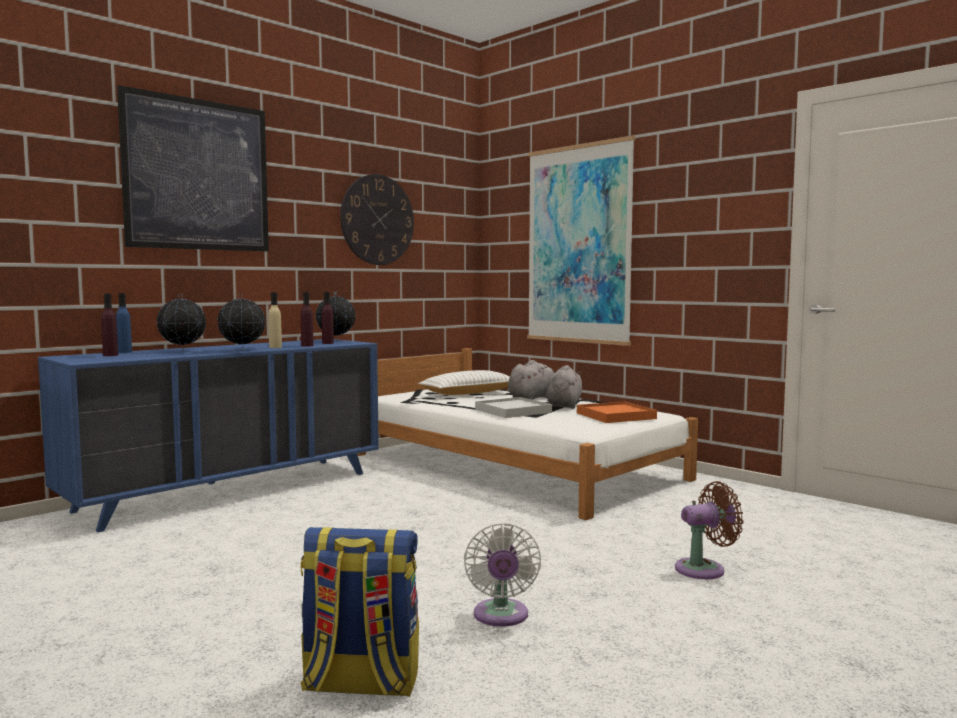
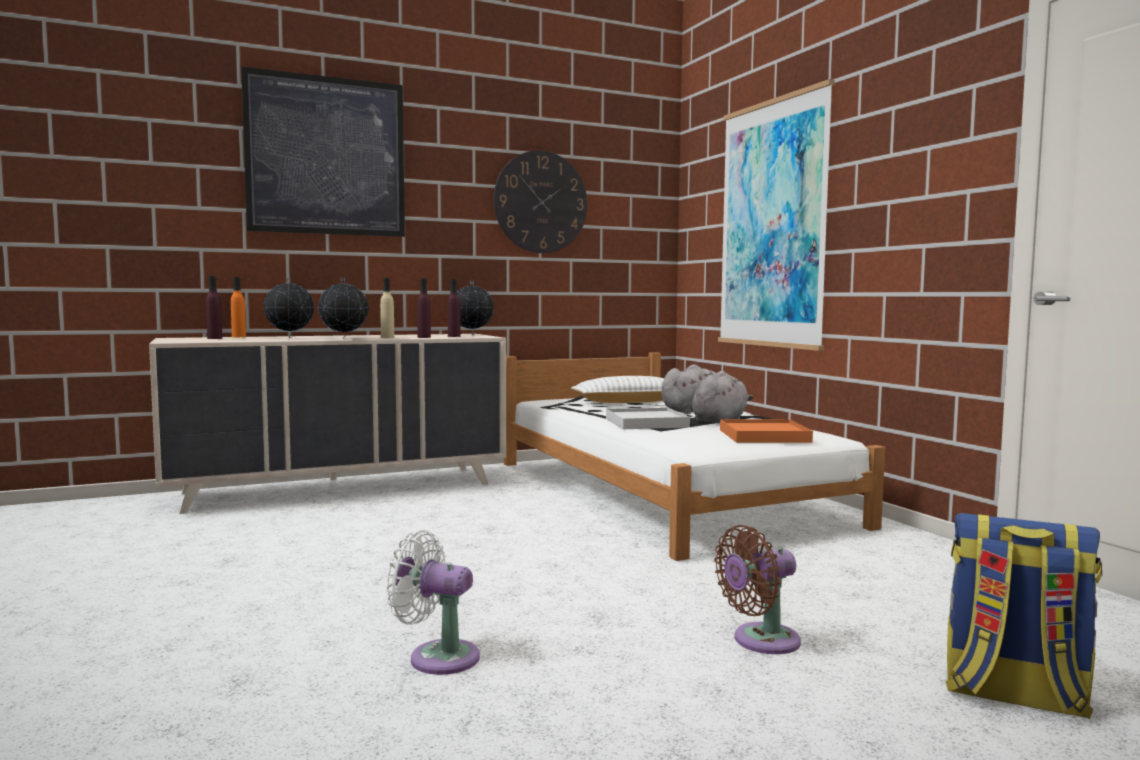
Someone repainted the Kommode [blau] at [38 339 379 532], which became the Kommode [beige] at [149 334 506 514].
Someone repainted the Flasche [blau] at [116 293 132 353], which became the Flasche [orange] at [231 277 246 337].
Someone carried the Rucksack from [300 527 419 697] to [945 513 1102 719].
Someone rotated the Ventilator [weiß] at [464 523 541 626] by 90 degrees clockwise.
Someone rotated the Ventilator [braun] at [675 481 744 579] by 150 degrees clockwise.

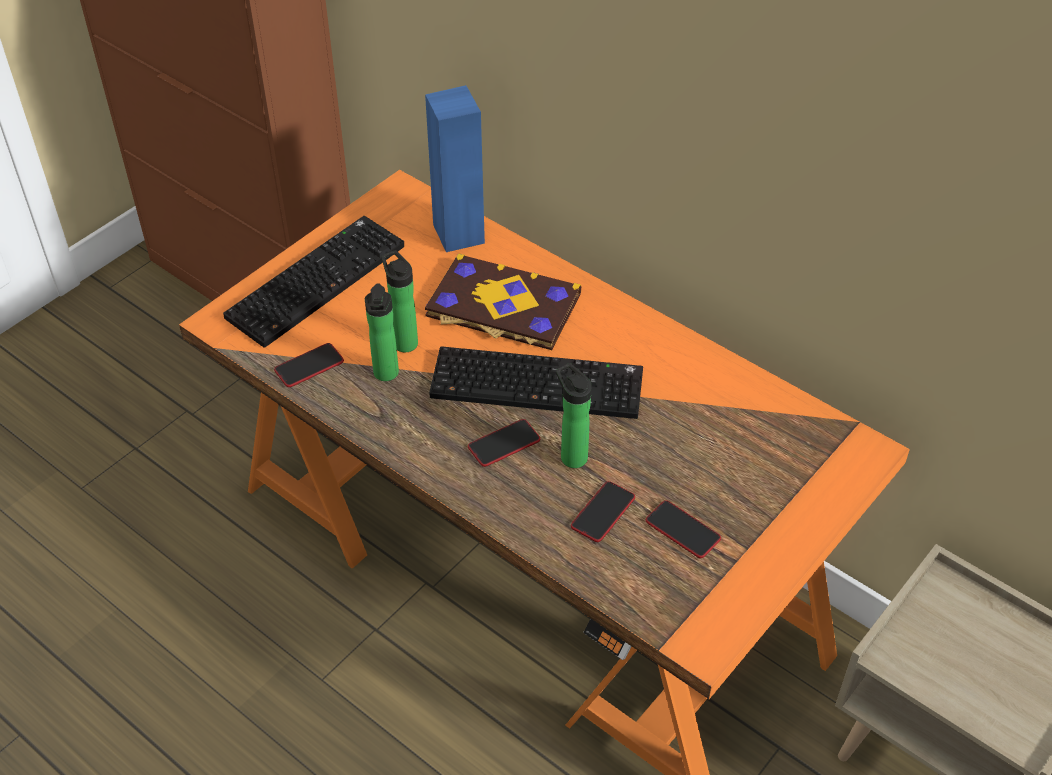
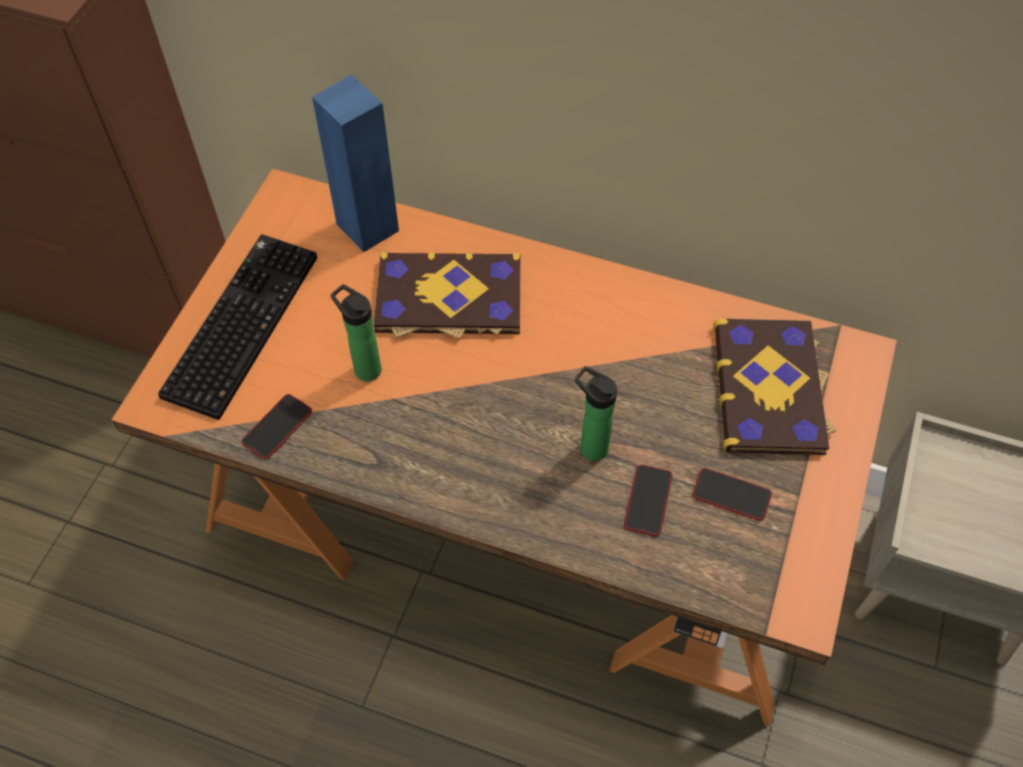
Someone took away the Flasche at [365 283 399 381].
Someone took away the Tastatur at [429 346 643 419].
Someone took away the Handy at [468 419 540 467].
Someone put down the Buch at [713 319 836 455].

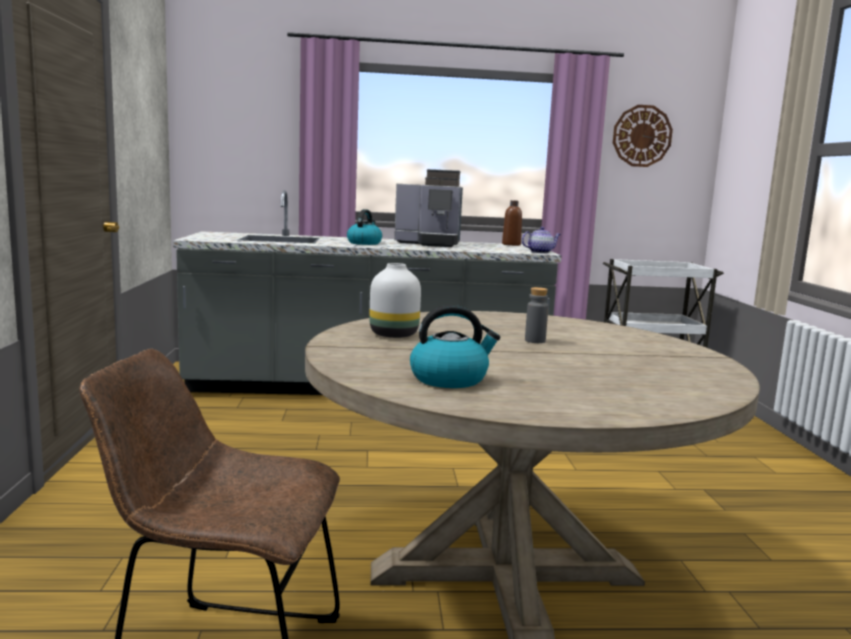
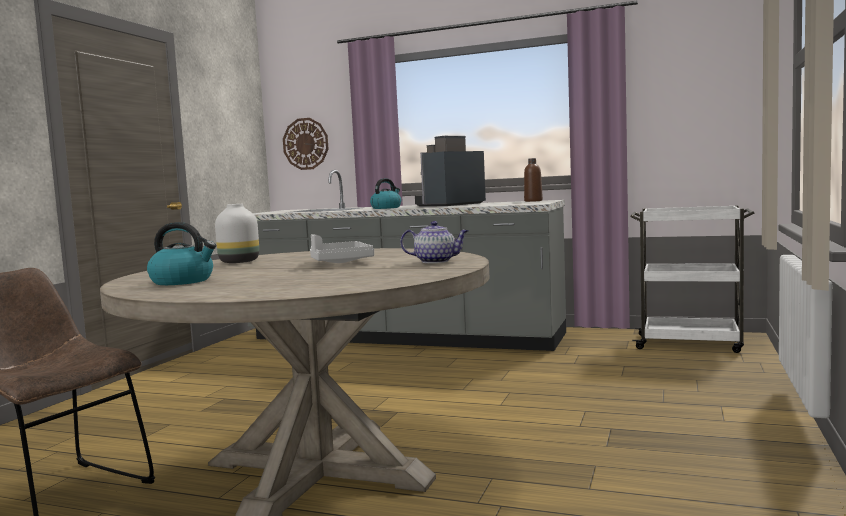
Someone rotated the Kaffeemaschine at [394 169 463 247] by 105 degrees clockwise.
Someone carried the Teekanne from [522 227 561 253] to [400 221 468 263].
Someone swapped the Flasche [grau] at [525 287 548 343] for the Tablett [grau] at [310 234 374 263].
Someone carried the Wanduhr from [613 105 673 167] to [283 118 329 170].

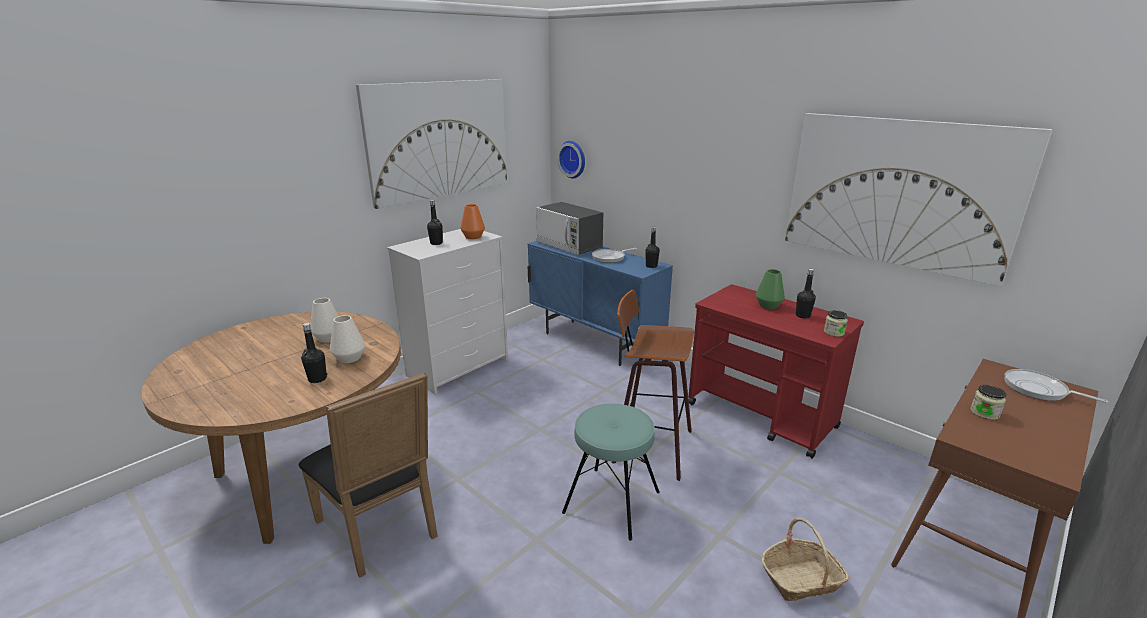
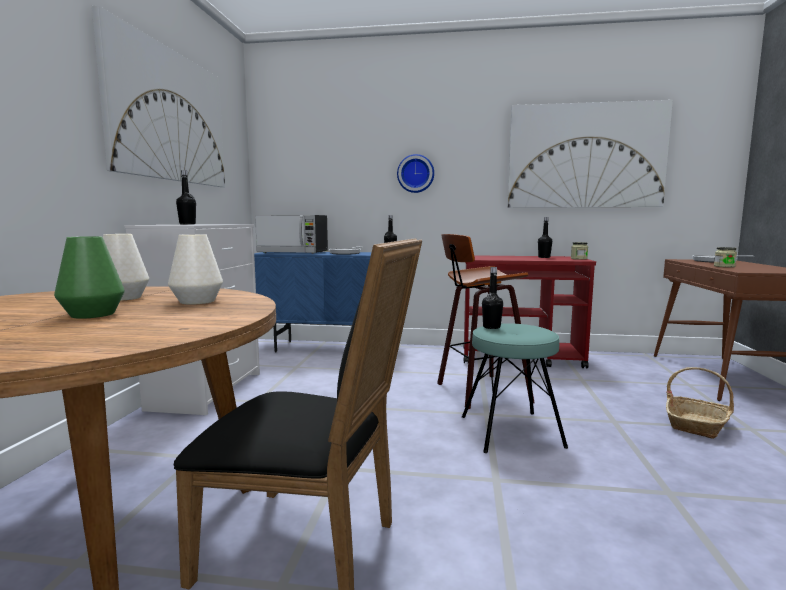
Someone carried the Flasche [schwarz] from [301 323 327 383] to [482 267 503 329].
Someone took away the Vase [orange] at [460 204 485 239].
Someone carried the Wanduhr from [557 141 585 178] to [397 154 434 193].
Someone carried the Vase [grün] from [756 269 785 309] to [54 236 125 319].

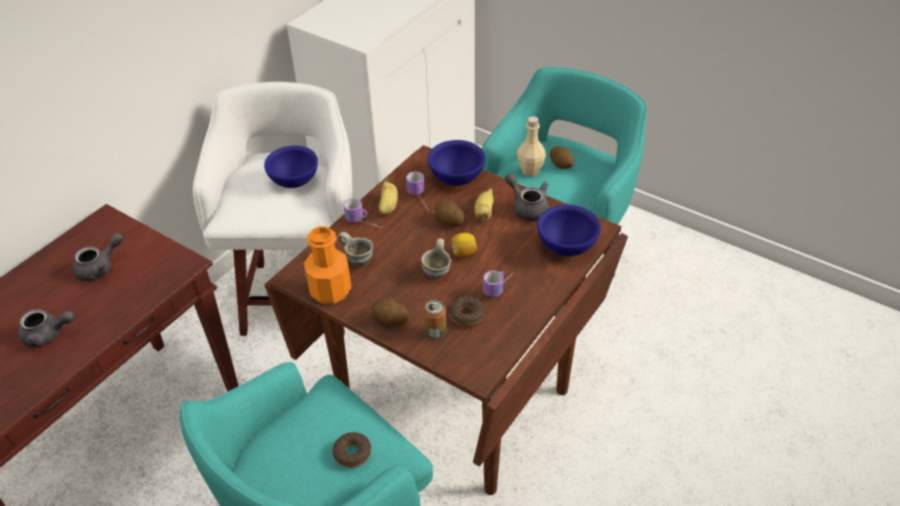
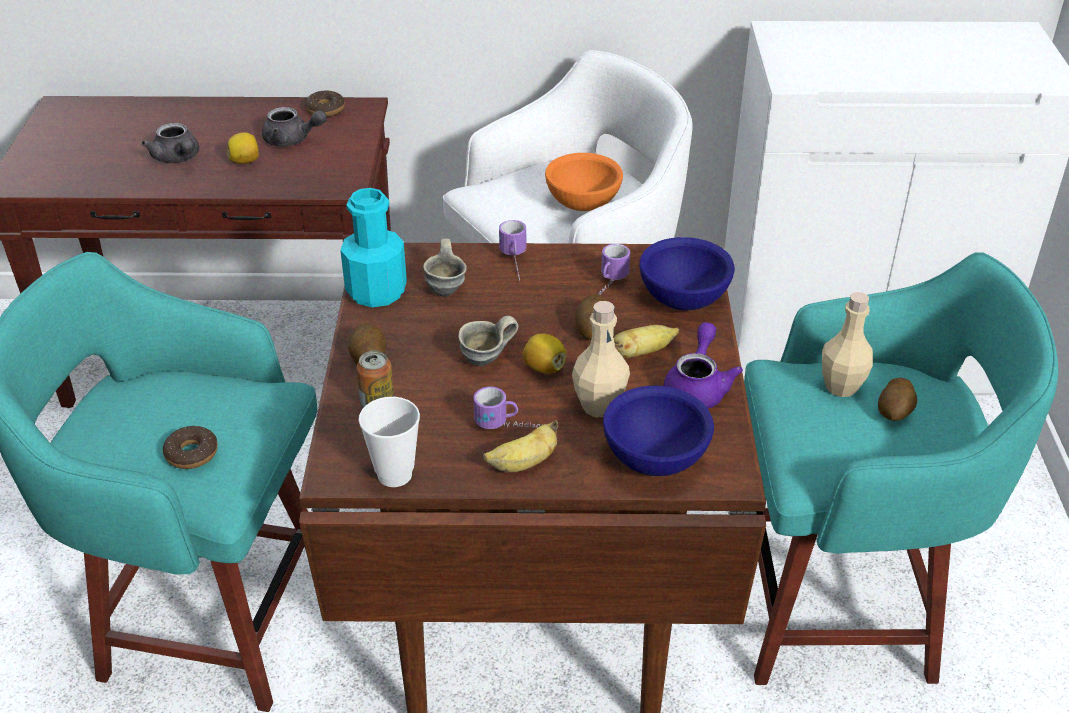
Someone repainted the Schüssel [blau] at [264 146 318 188], which became the Schüssel [orange] at [545 153 623 211].
Someone repainted the Flasche [orange] at [304 226 352 304], which became the Flasche [türkis] at [340 188 407 307].
Someone carried the Banane from [379 178 398 215] to [483 420 558 472].
Someone carried the Donut from [449 296 485 327] to [305 91 345 117].
Someone repainted the Teekanne [grau] at [505 173 549 221], which became the Teekanne [lila] at [664 322 743 409].
Someone put down the Zitrone at [227 132 259 164].
Someone put down the Tasse at [359 397 420 487].
Someone put down the Flasche [beige] at [572 301 630 417].

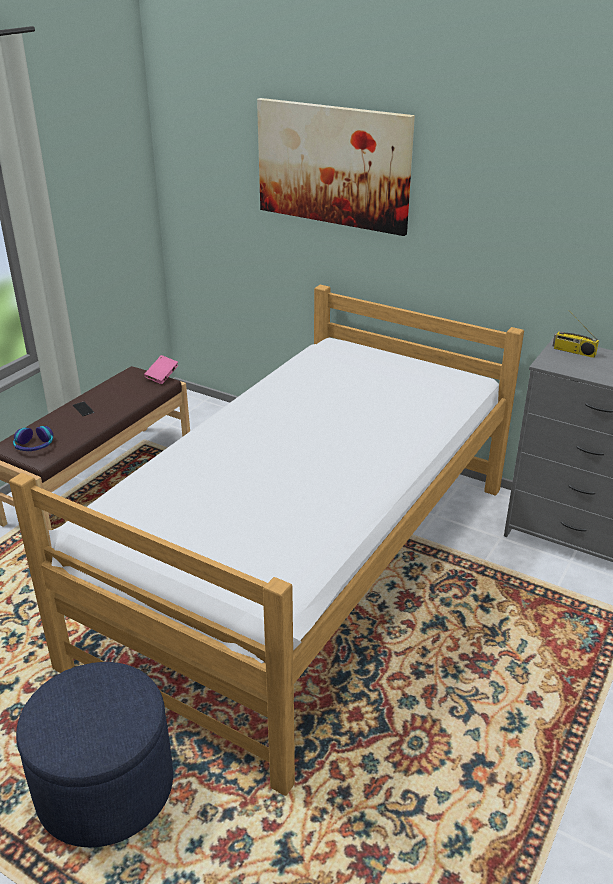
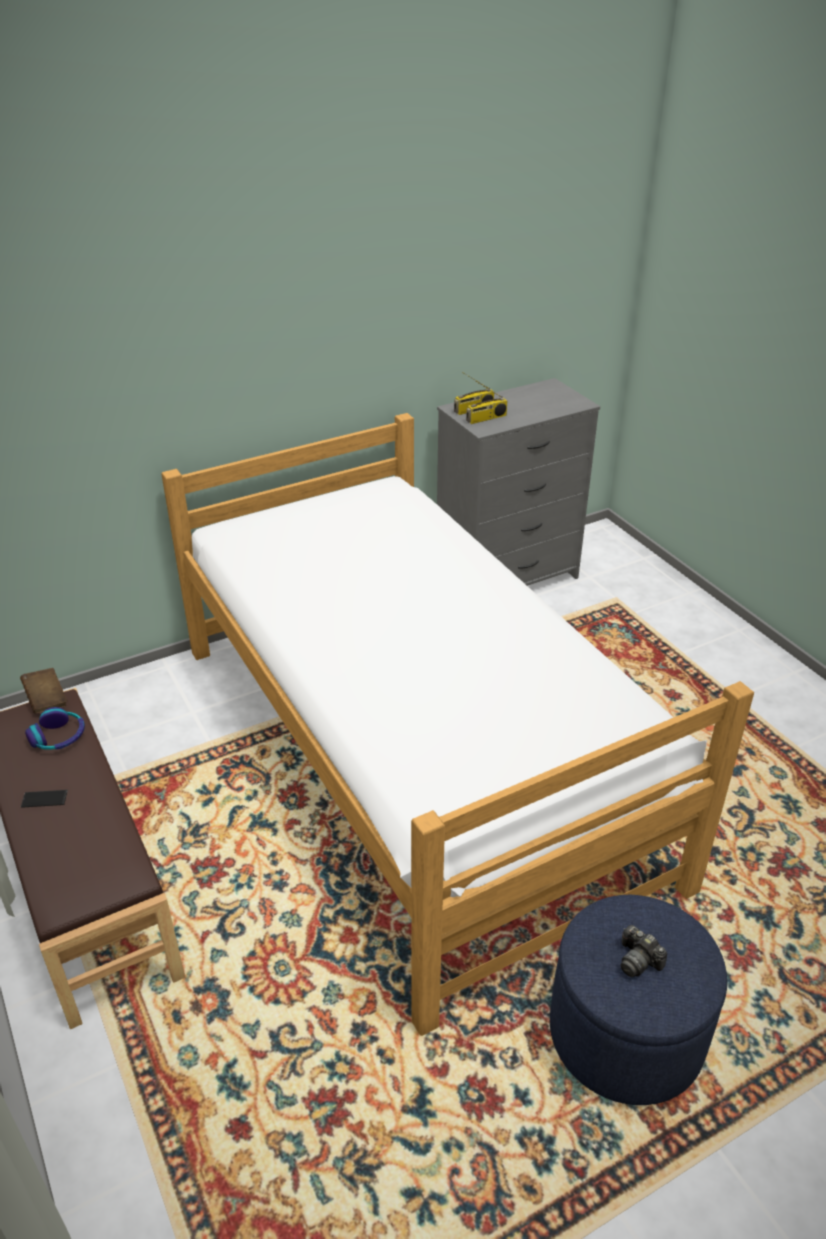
Someone carried the Kopfhörer from [13 426 53 451] to [25 707 85 750].
Someone repainted the Buch [rosa] at [144 355 178 384], which became the Buch [braun] at [20 668 67 714].
Someone took away the Bild at [257 98 415 236].
Someone put down the Radio at [466 381 507 424].
Someone put down the Kamera at [620 925 667 977].

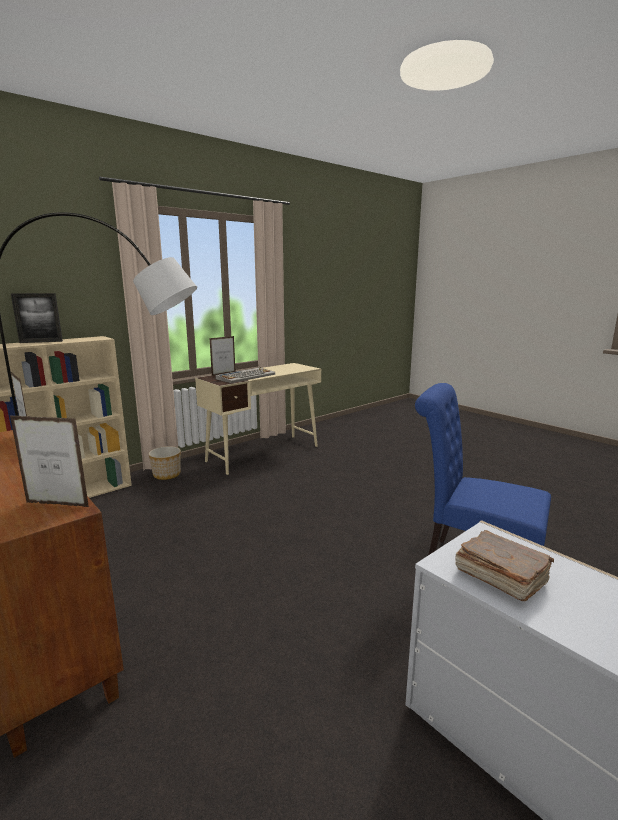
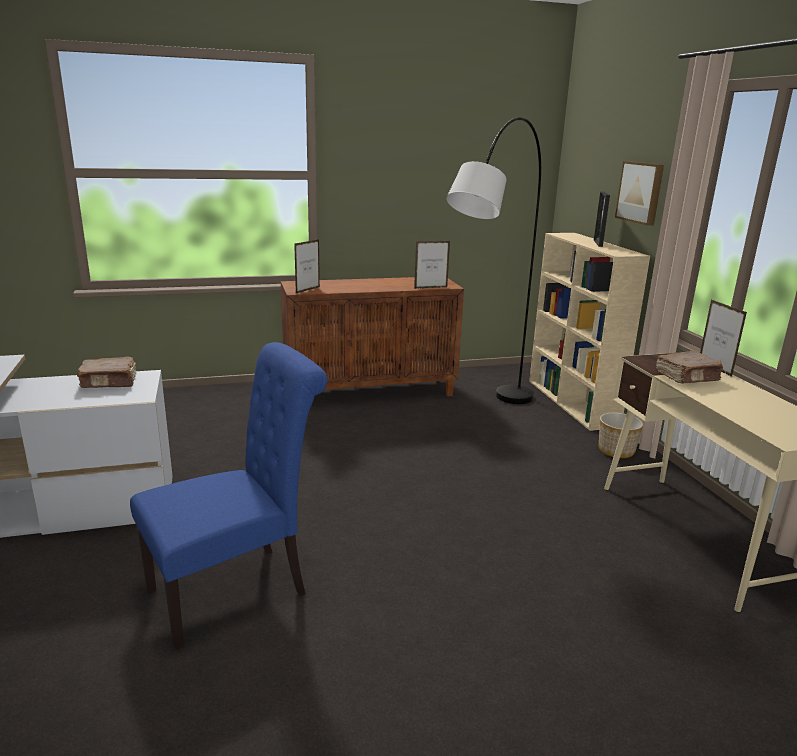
Someone swapped the Tastatur at [215 367 275 383] for the Buch [braun] at [656 351 723 384].
Someone put up the Bild at [615 161 664 226].

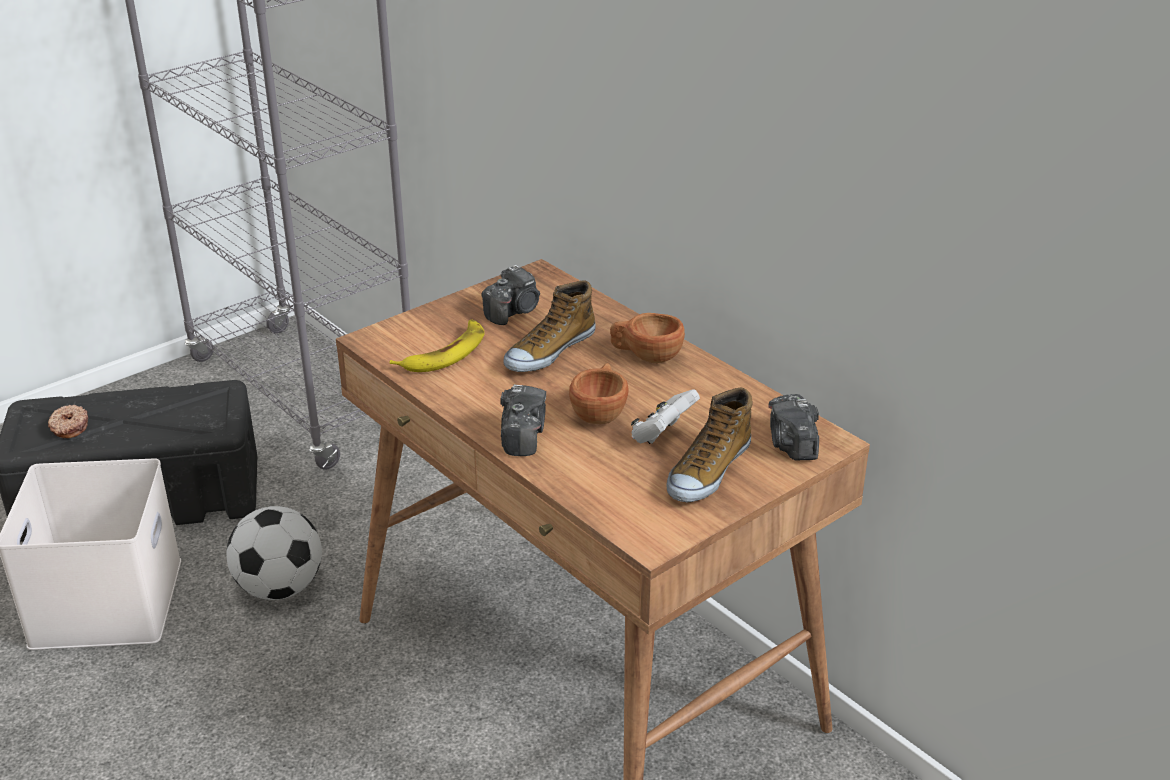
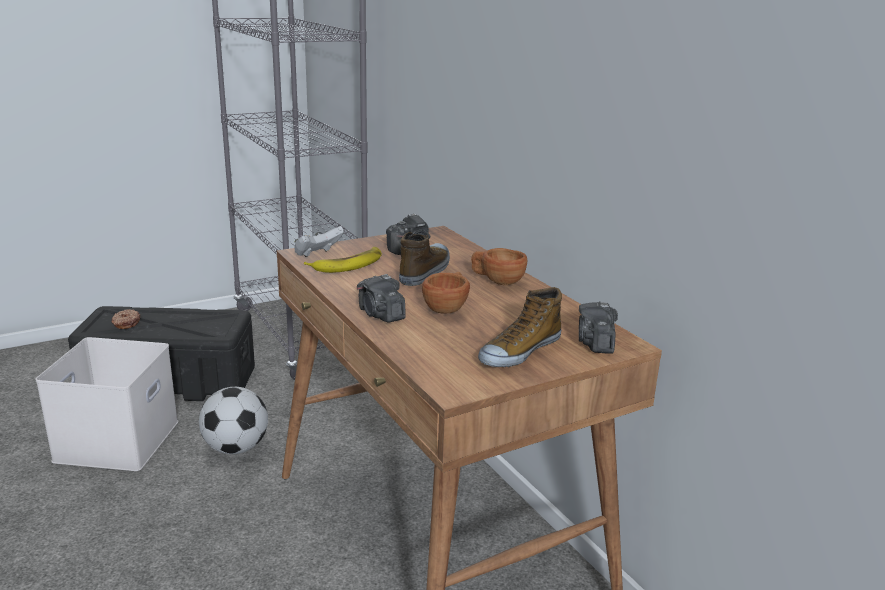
Someone rotated the Kamera at [501 385 546 456] by 135 degrees clockwise.
Someone rotated the Schuh at [503 280 596 372] by 150 degrees clockwise.
Someone carried the Gamepad [weiß] from [631 389 700 444] to [294 226 344 257].

